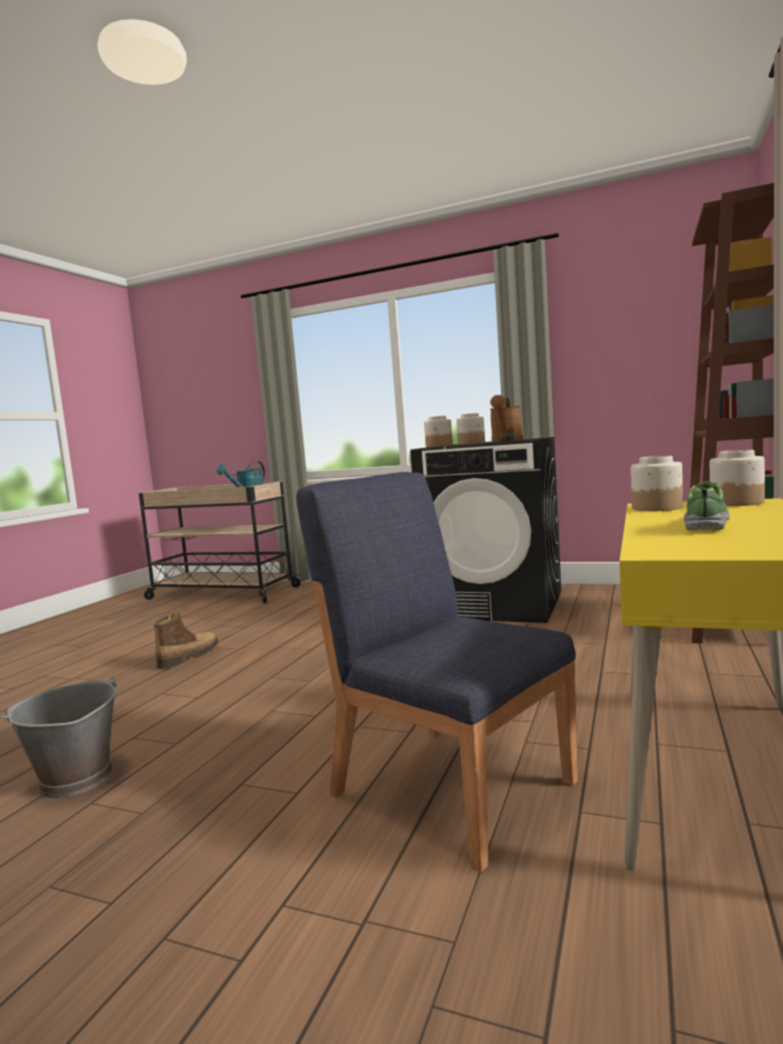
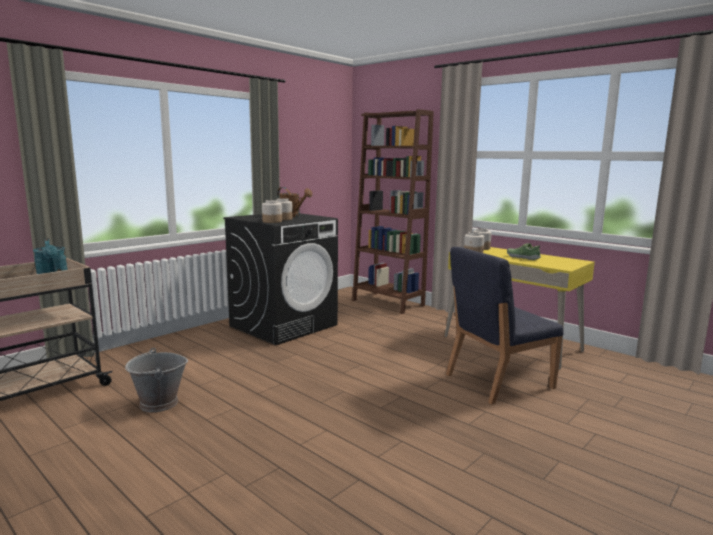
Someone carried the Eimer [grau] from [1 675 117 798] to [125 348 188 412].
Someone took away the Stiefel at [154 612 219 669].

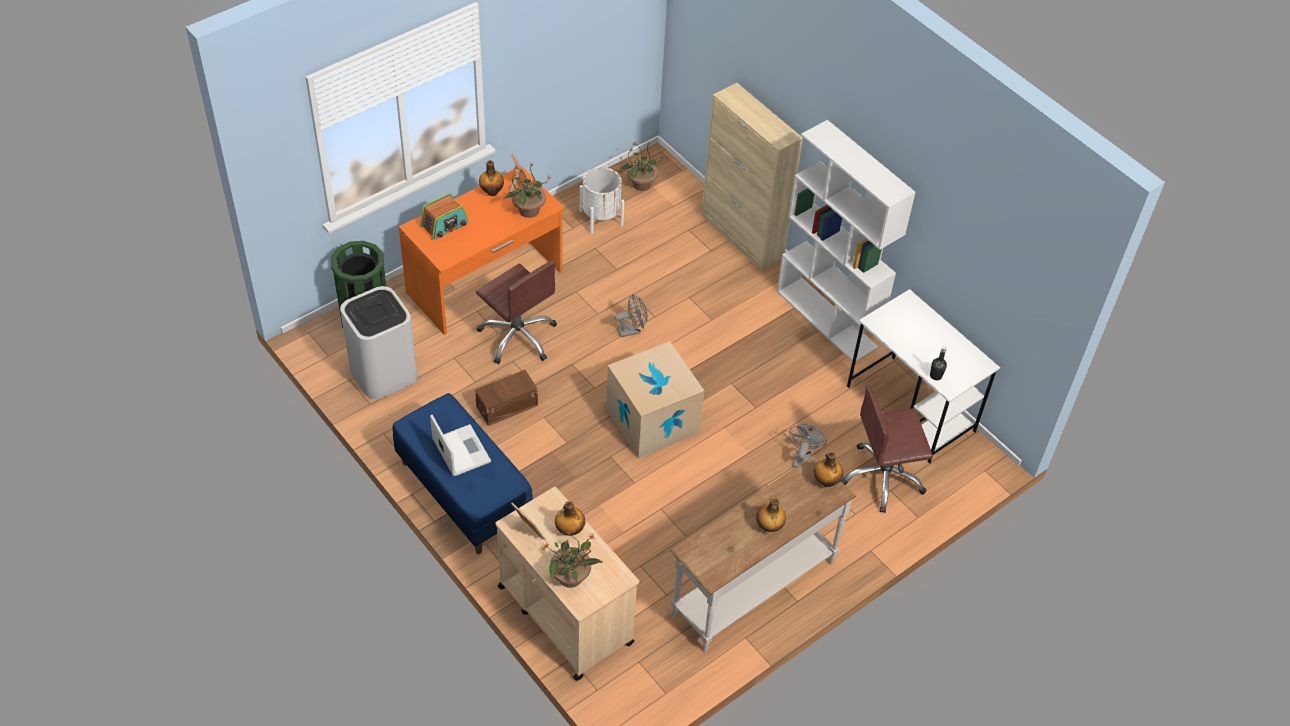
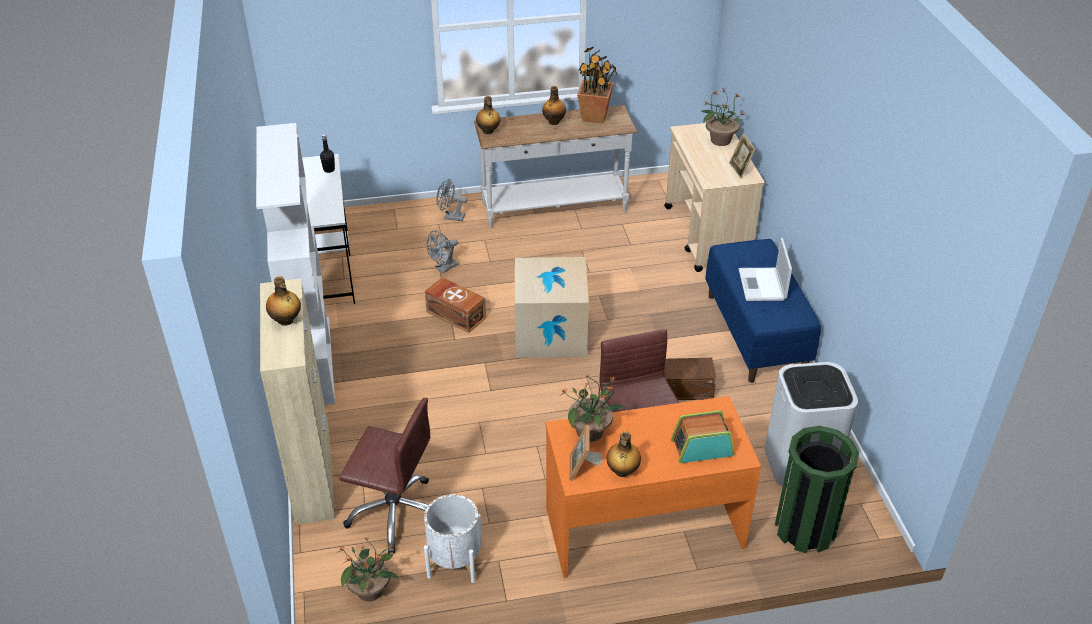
Someone carried the Flasche from [555 501 585 536] to [266 276 301 326].
Someone carried the Ventilator [grau] from [614 294 648 337] to [436 178 467 221].
Someone carried the Bürostuhl [braun] from [841 384 933 513] to [339 398 430 553].
Someone put down the Aufbewahrungsbox [braun] at [425 277 486 333].
Someone put down the Topfpflanze at [577 46 617 124].

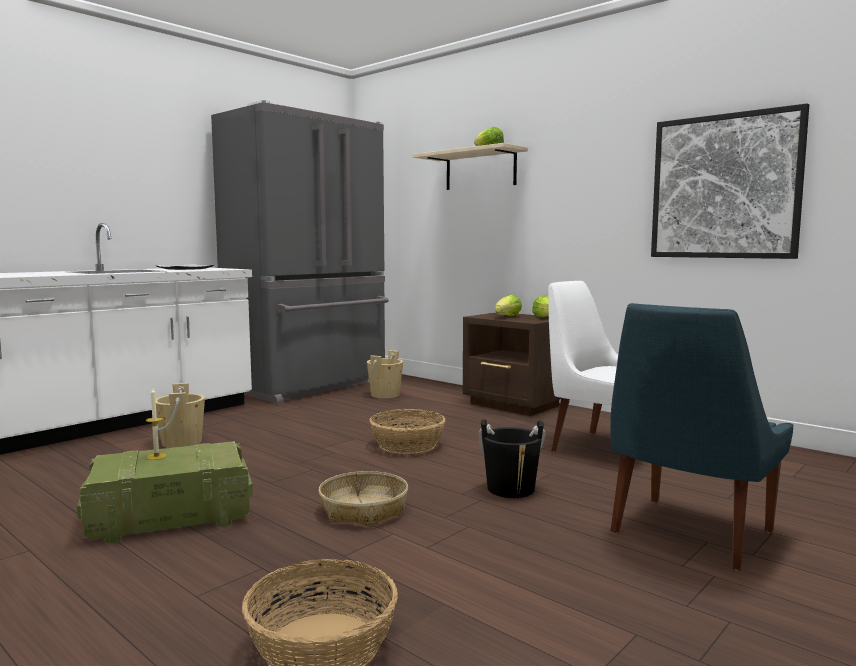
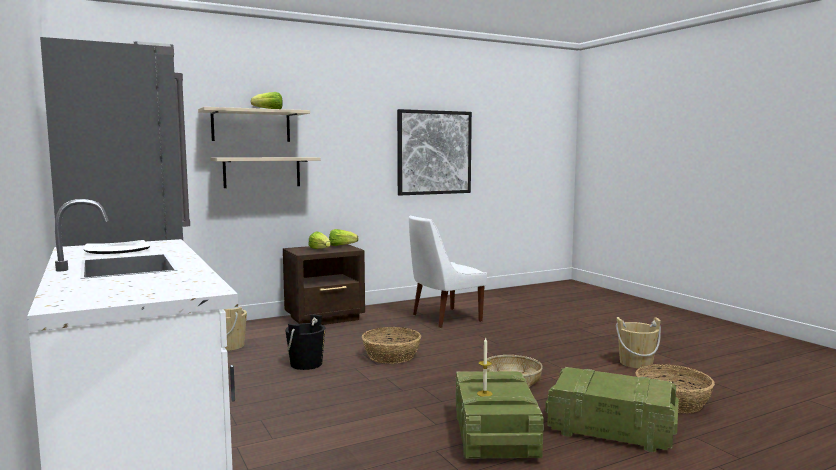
Someone carried the Eimer [beige] from [156 383 205 448] to [616 317 661 369].
Someone carried the Eimer [schwarz] from [479 419 546 498] to [285 314 326 370].
Someone took away the Stuhl [blau] at [610 303 794 570].
Someone put up the Wandregal [beige] at [210 157 320 188].
Someone put down the Kiste at [545 367 679 452].

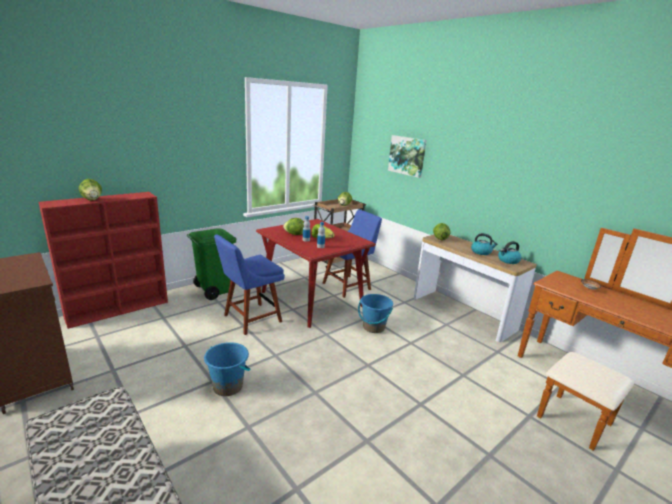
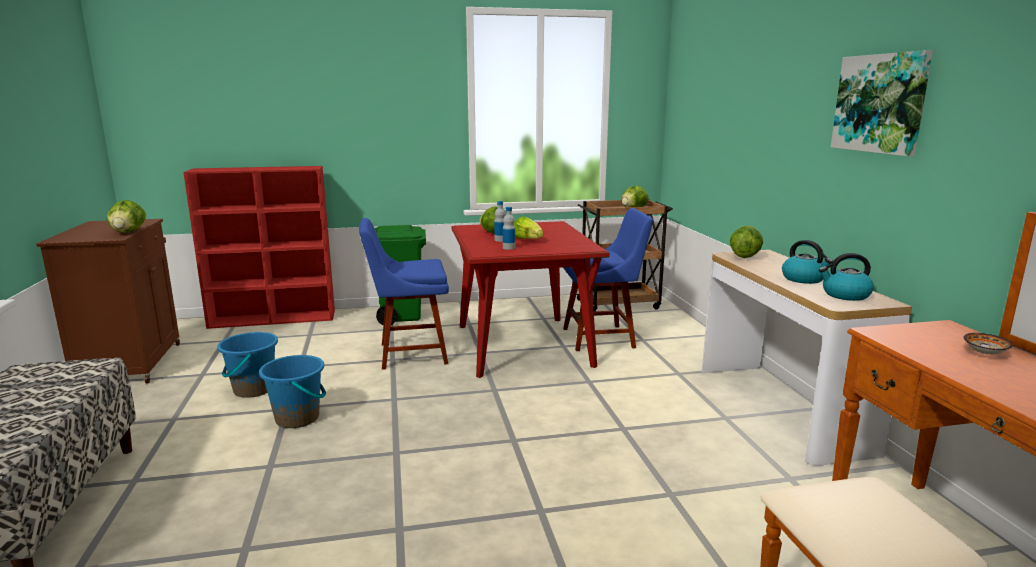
Someone carried the Salatkopf from [79 179 102 201] to [107 200 146 233].
Someone carried the Eimer [blau] from [358 294 393 333] to [217 332 278 398].
Someone carried the Bild from [388 135 427 178] to [831 50 933 156].

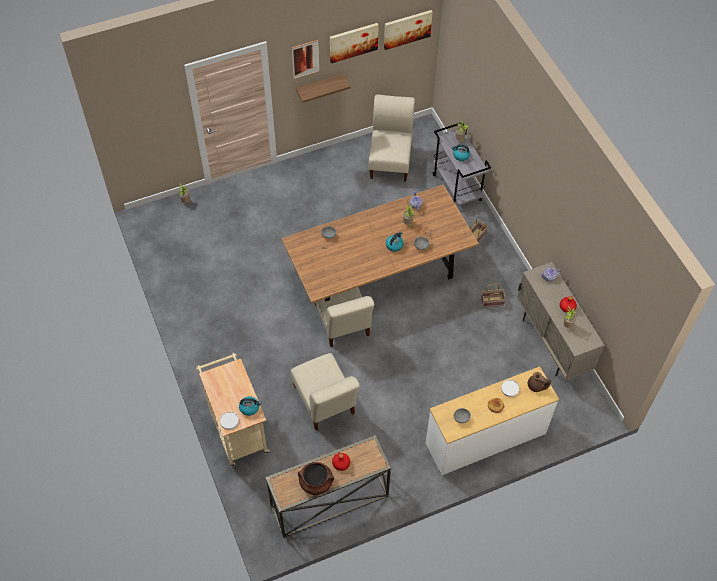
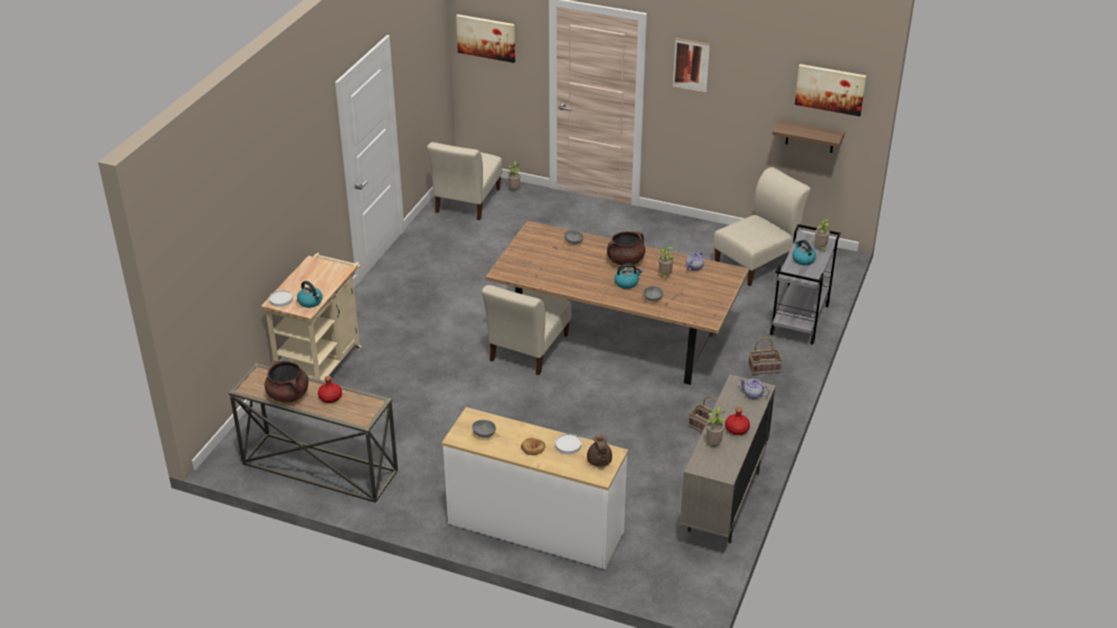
Someone carried the Stuhl [beige] from [291 353 360 431] to [427 142 502 220].
Someone carried the Wandregal from [296 74 351 103] to [772 120 845 153].
Someone carried the Bild from [330 23 379 63] to [456 14 515 63].
Someone put down the Kochtopf [braun] at [607 231 645 265].

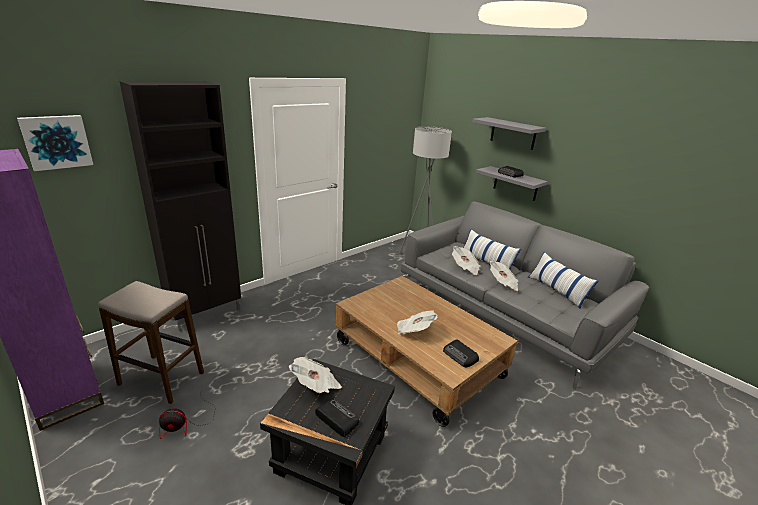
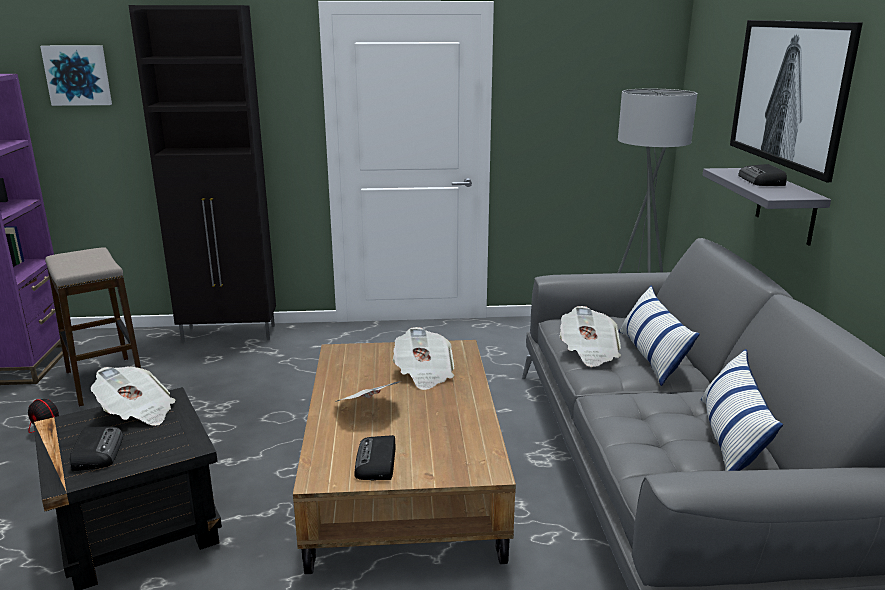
Someone swapped the Wandregal [grau] at [472 117 546 150] for the Bild at [730 20 863 182].
Someone carried the Zeitung from [490 261 518 291] to [393 327 454 390].

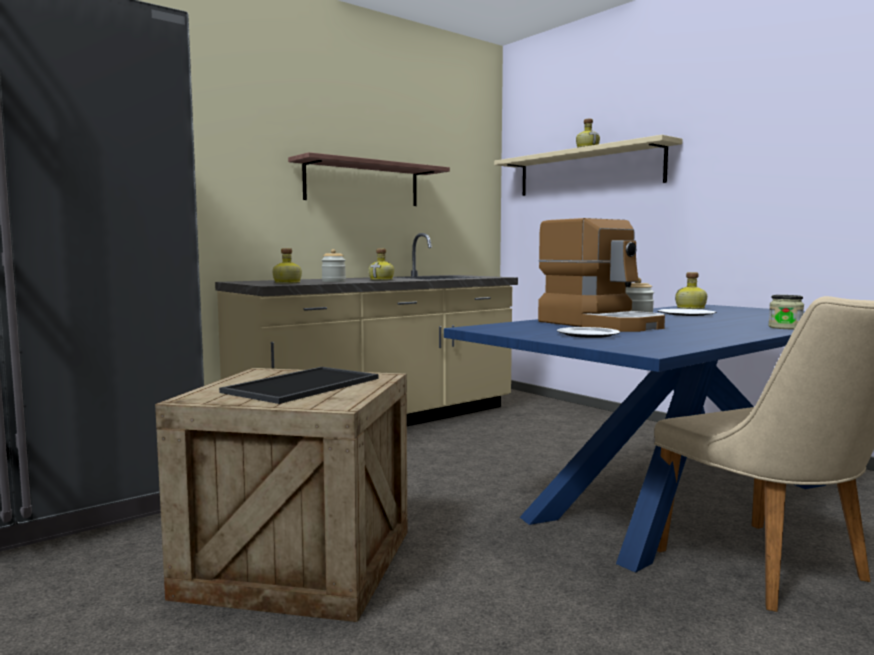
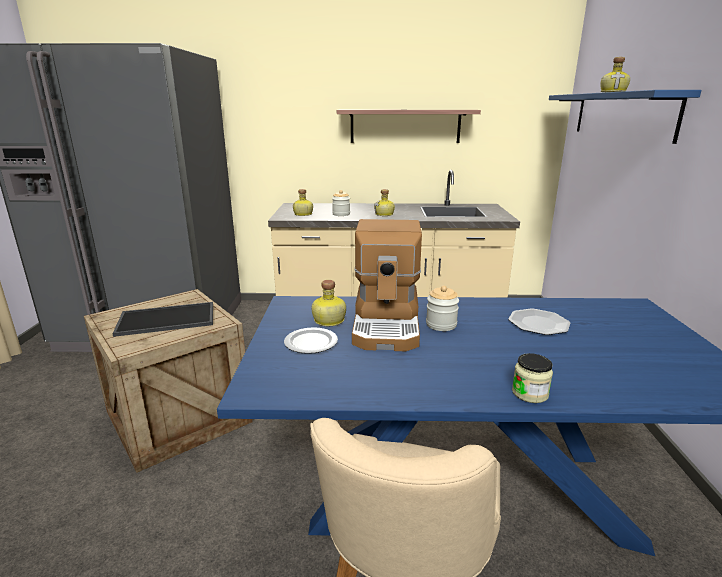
Someone repainted the Wandregal [beige] at [494 135 682 196], which became the Wandregal [blau] at [549 90 701 144].
Someone carried the Flasche from [675 272 707 309] to [311 280 346 326].

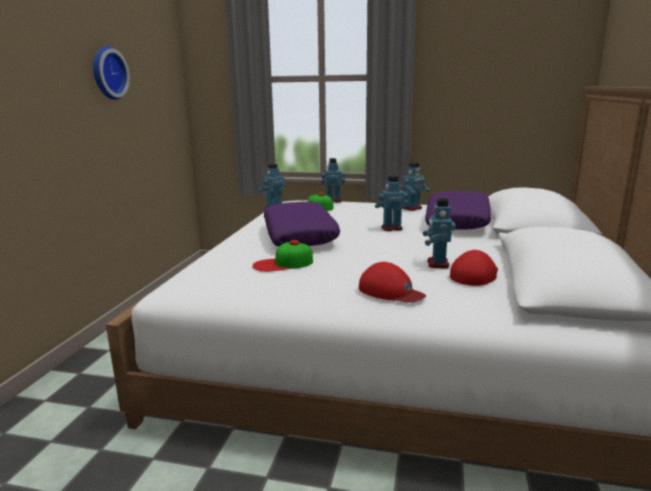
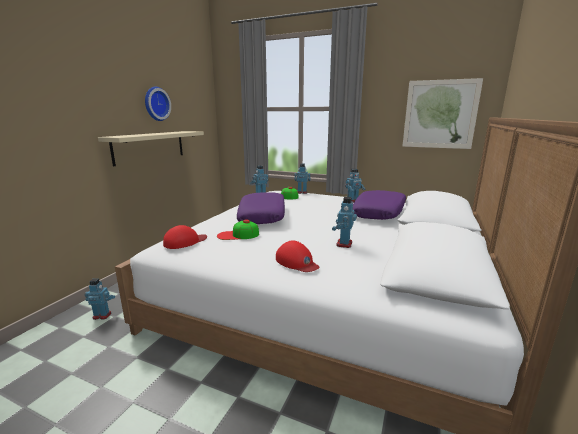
Someone carried the Spielzeugroboter from [375 175 408 231] to [84 278 115 320].
Someone carried the Kappe [rot] from [450 250 498 286] to [163 225 207 249].
Someone put up the Wandregal [beige] at [98 131 204 166].
Someone put up the Bild at [402 78 483 149].

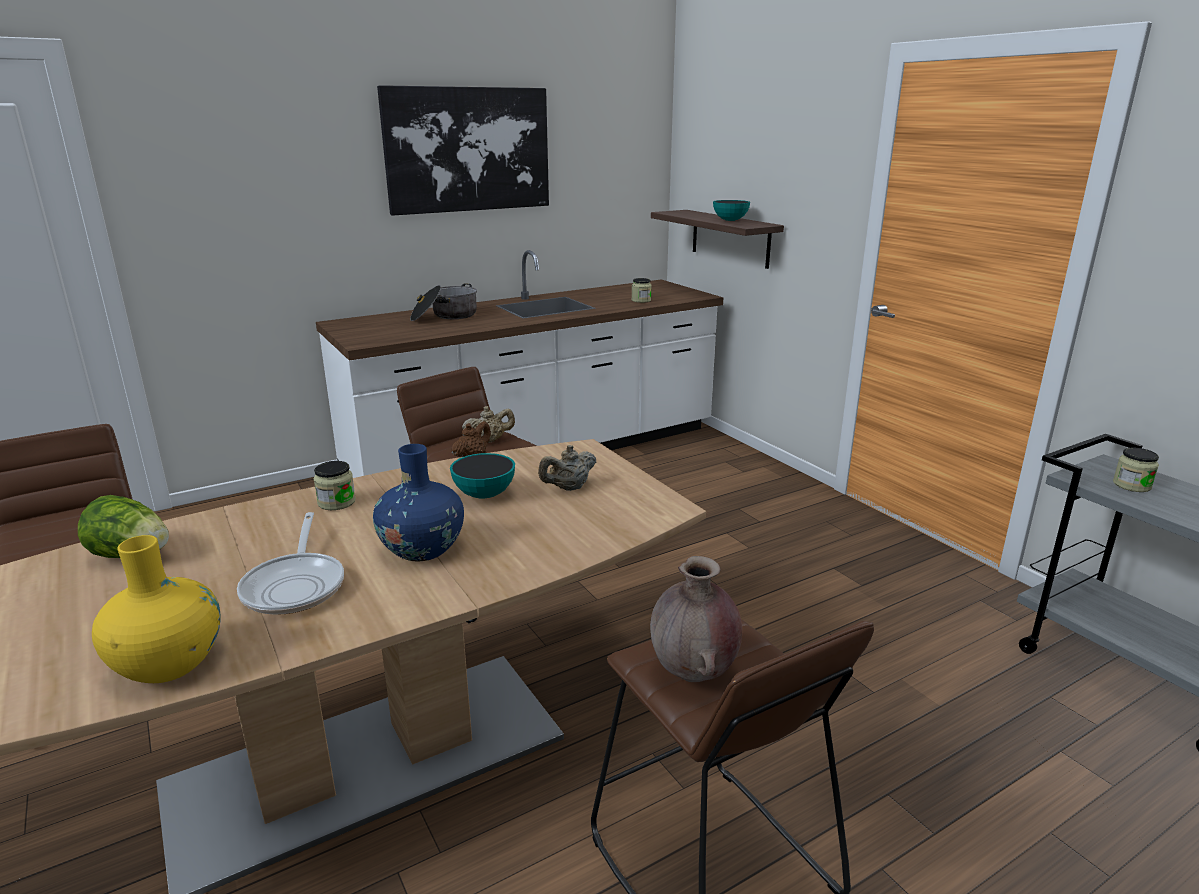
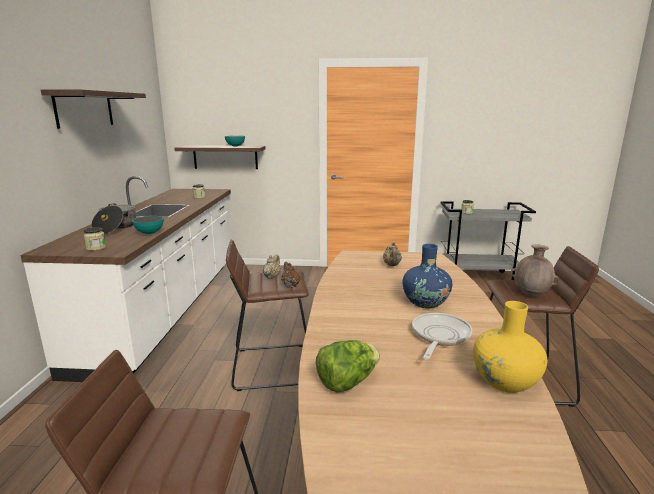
Someone rotated the Pfanne at [237 512 344 615] by 90 degrees counterclockwise.
Someone carried the Vorratsglas from [314 461 356 510] to [83 227 106 251].
Someone swapped the Bild at [377 85 549 216] for the Wandregal at [41 89 146 129].
Someone carried the Schüssel from [450 453 515 498] to [132 216 164 234].

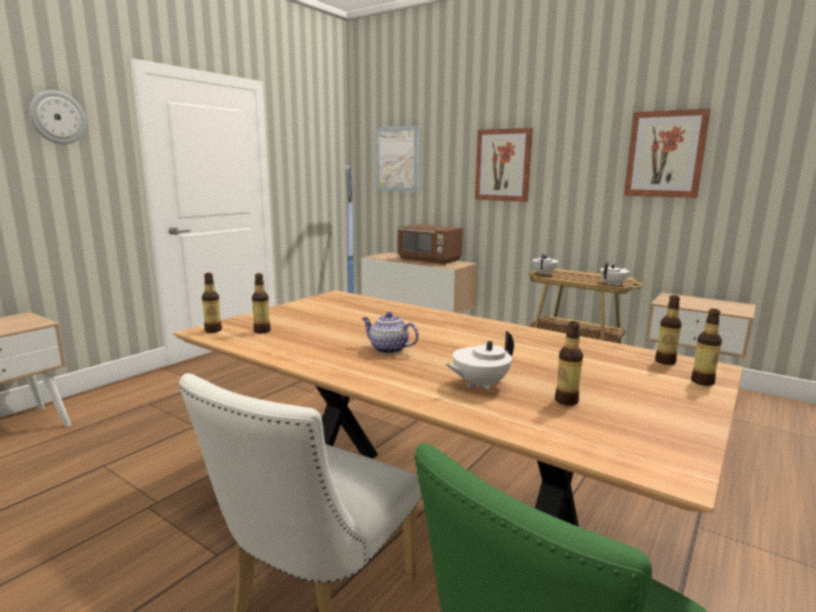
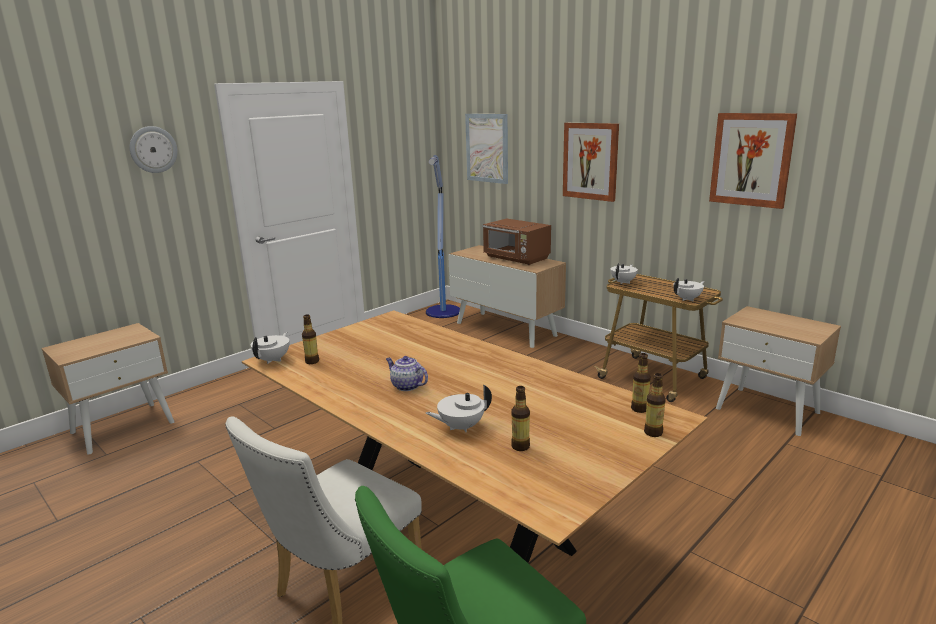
Someone swapped the Flasche at [202 273 222 333] for the Teekanne [weiß] at [251 332 290 364].

